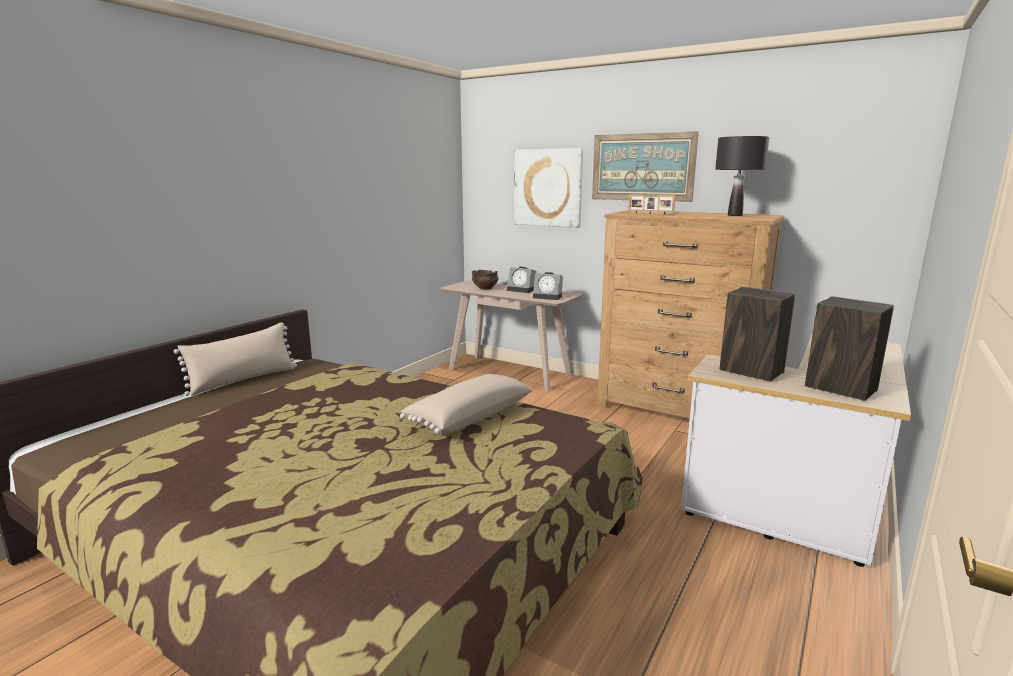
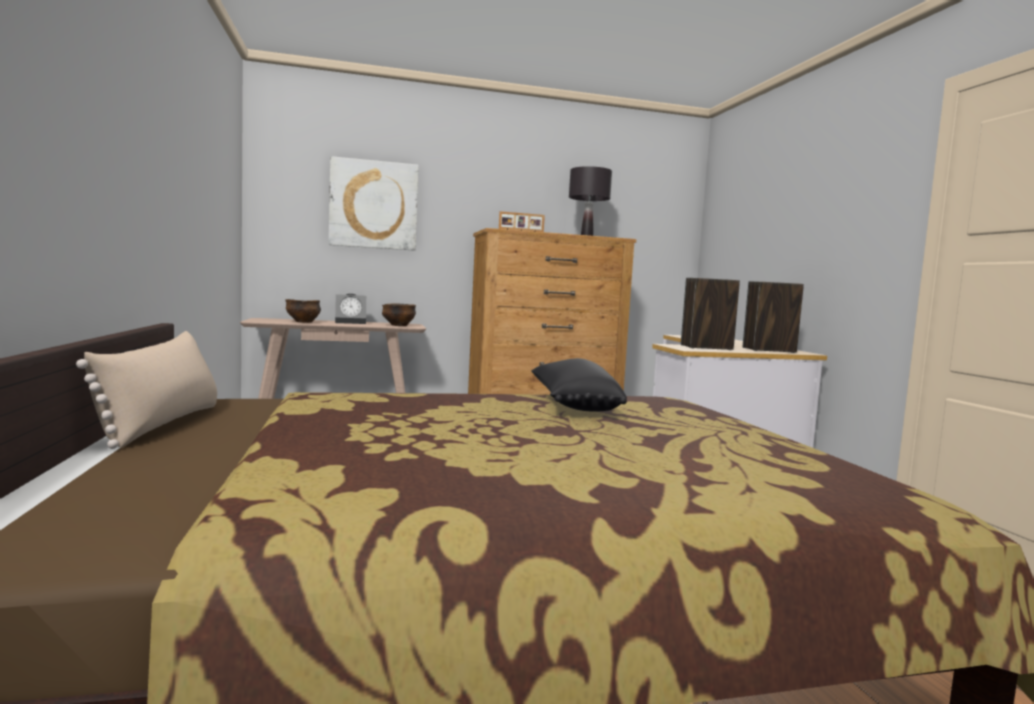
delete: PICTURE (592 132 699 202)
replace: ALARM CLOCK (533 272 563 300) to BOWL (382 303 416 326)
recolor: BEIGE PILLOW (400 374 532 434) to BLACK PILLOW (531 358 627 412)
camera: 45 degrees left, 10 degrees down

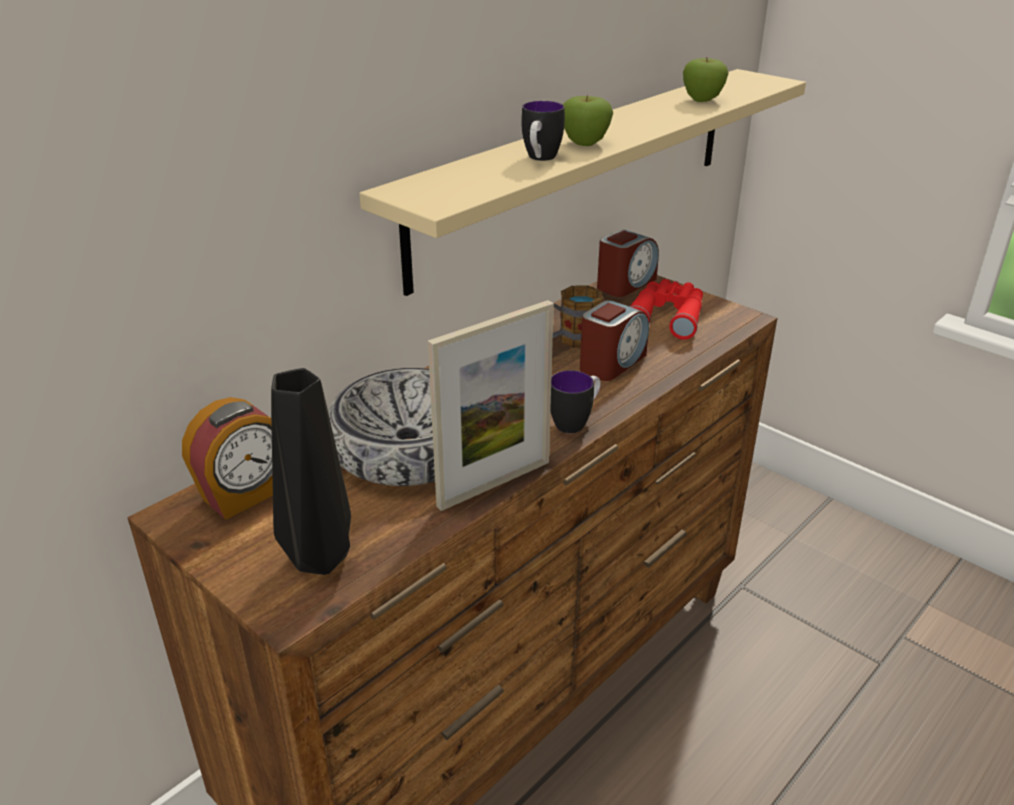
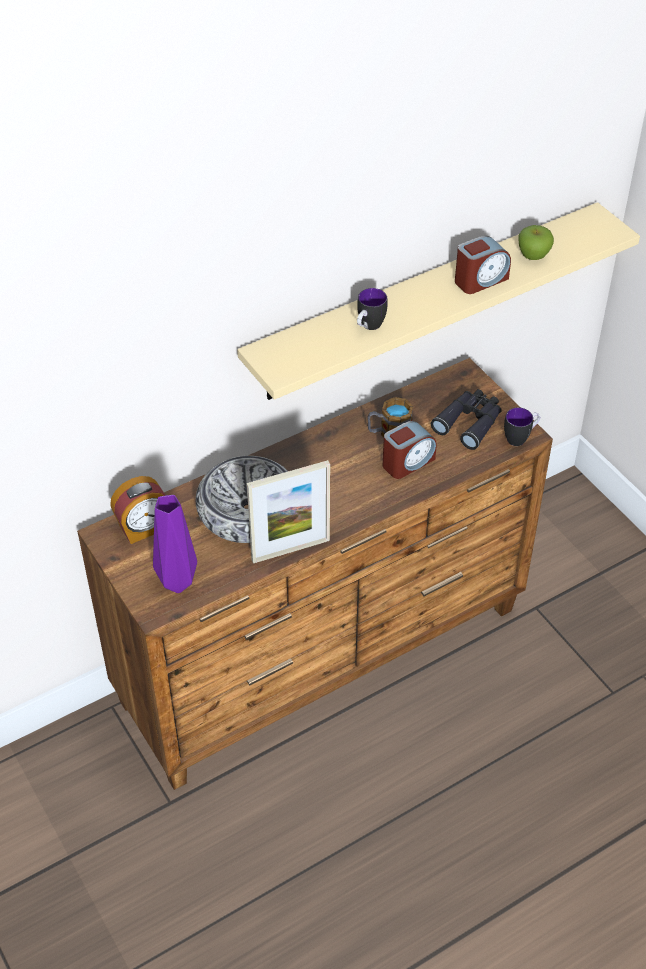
delete: APPLE (563 95 613 146)
move: MUG (550 370 601 433) to (504 408 540 446); ALARM CLOCK (597 229 659 297) to (455 236 511 294)
recolor: BLACK VASE (271 368 351 575) to PURPLE VASE (153 495 197 593); RED BINOCULARS (630 279 703 340) to BLACK BINOCULARS (431 389 502 450)
camera: 15 degrees right, 15 degrees up

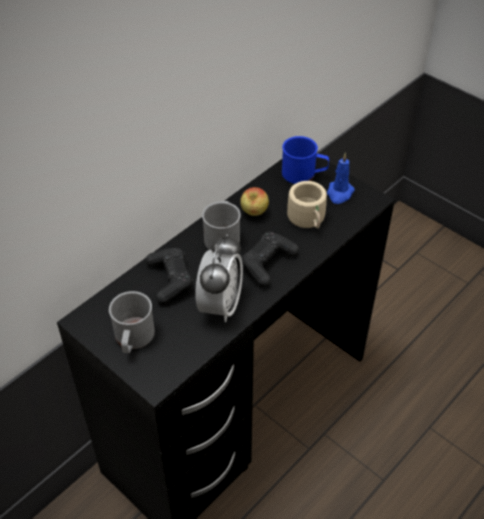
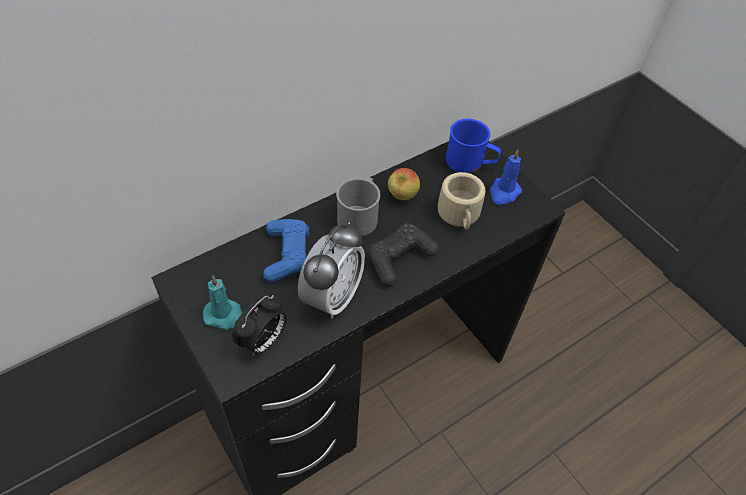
insert: ALARM CLOCK (232 293 287 356)
replace: GREY MUG (109 291 155 353) to TURQUOISE CANDLE (203 276 243 330)
recolor: BLACK GAME CONTROLLER (146 248 193 304) to BLUE GAME CONTROLLER (263 219 309 282)
camera: 10 degrees right, 5 degrees up

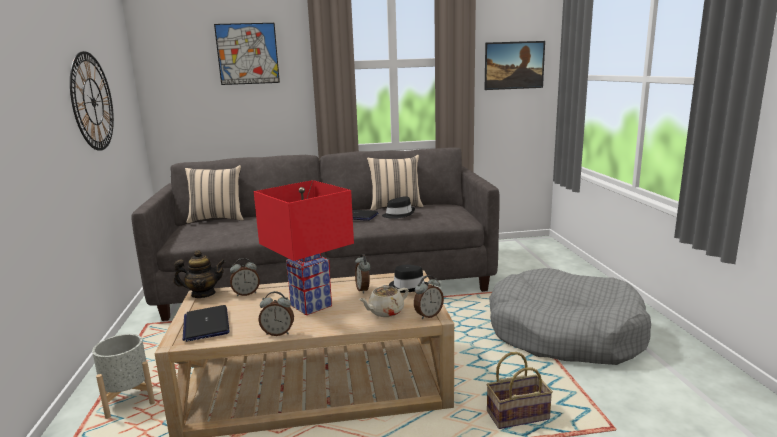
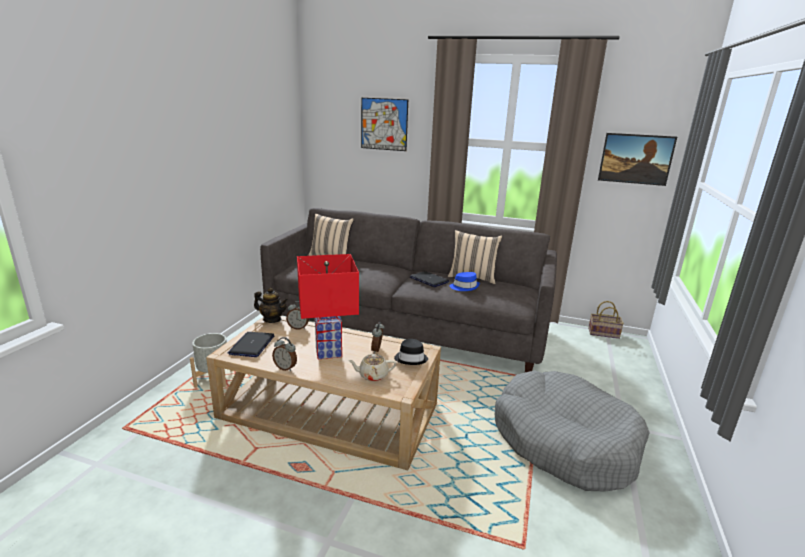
delete: WALL CLOCK (70 51 114 151); ALARM CLOCK (414 275 444 320)
move: BASKET (486 352 553 429) to (588 301 624 339)
recolor: BLACK HAT (382 196 415 219) to BLUE HAT (450 272 480 291)
camera: 25 degrees right, 5 degrees up

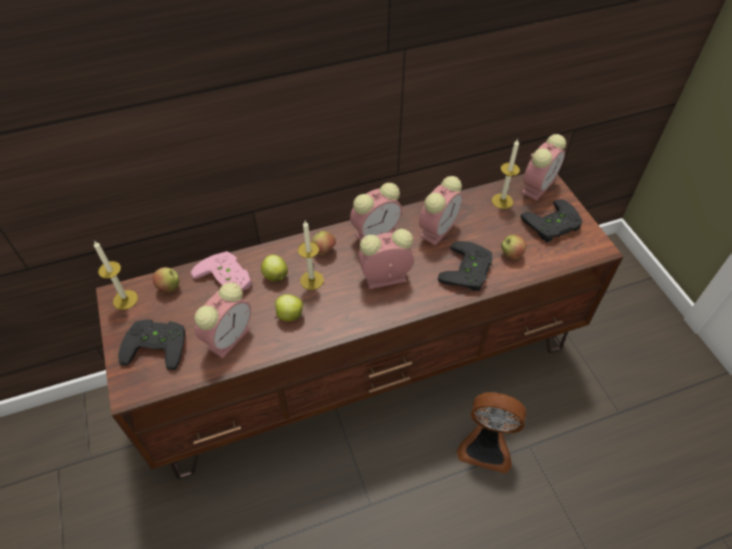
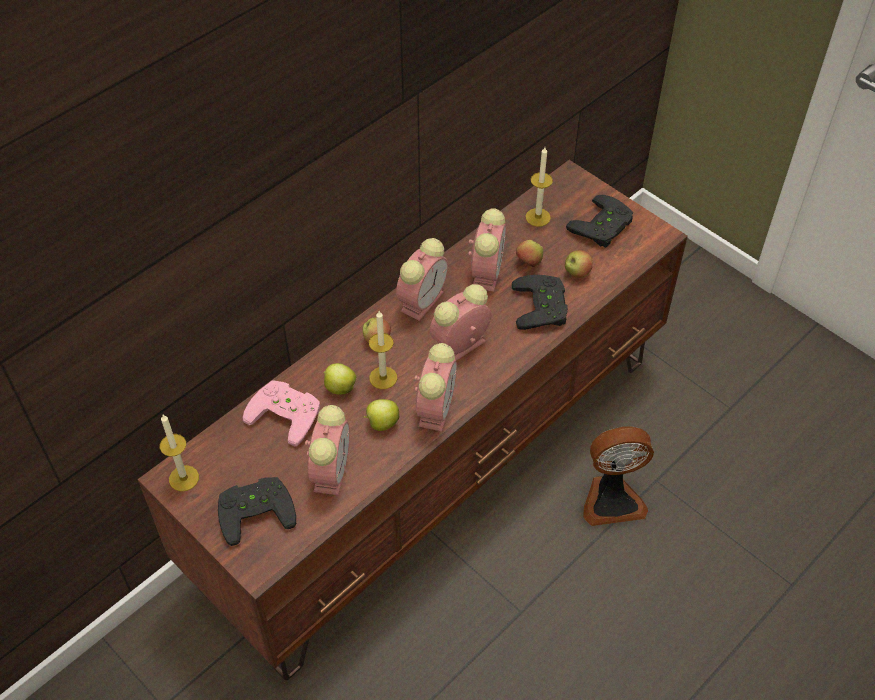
move: APPLE (153 267 179 293) to (516 240 543 267); ALARM CLOCK (521 134 566 201) to (414 343 457 431)
camera: 25 degrees left, 0 degrees up

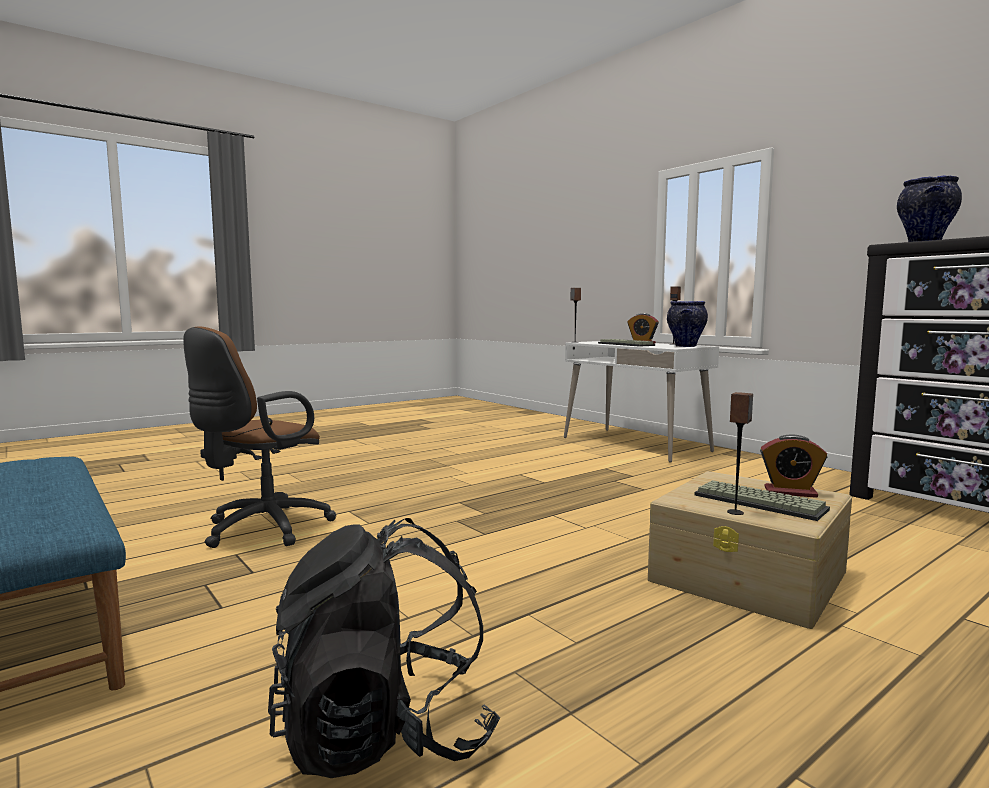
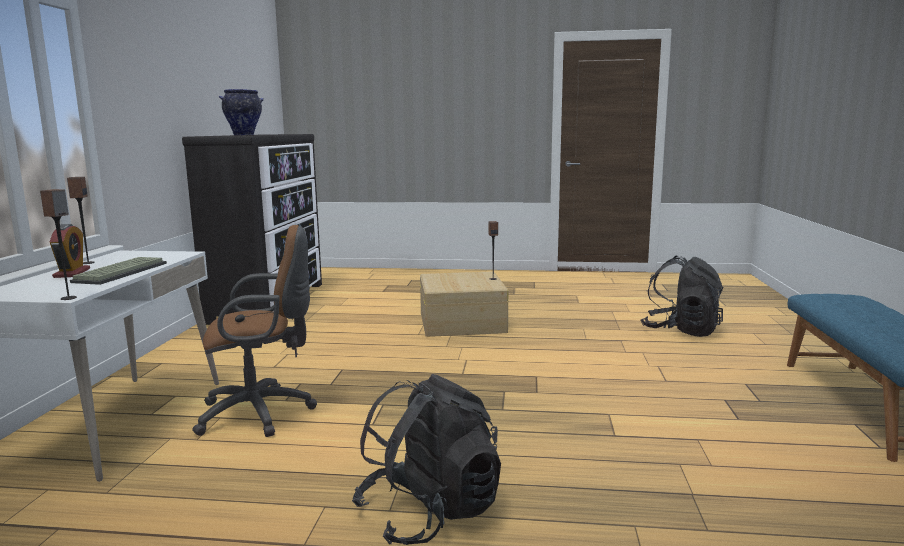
delete: VASE (667 301 708 347); KEYBOARD (694 480 830 521); ALARM CLOCK (760 434 828 498)
insert: BLACK BACKPACK (352 374 501 545)
move: BROWN OFFICE CHAIR (183 326 336 548) to (192 225 317 437)
camera: 135 degrees left, 5 degrees up

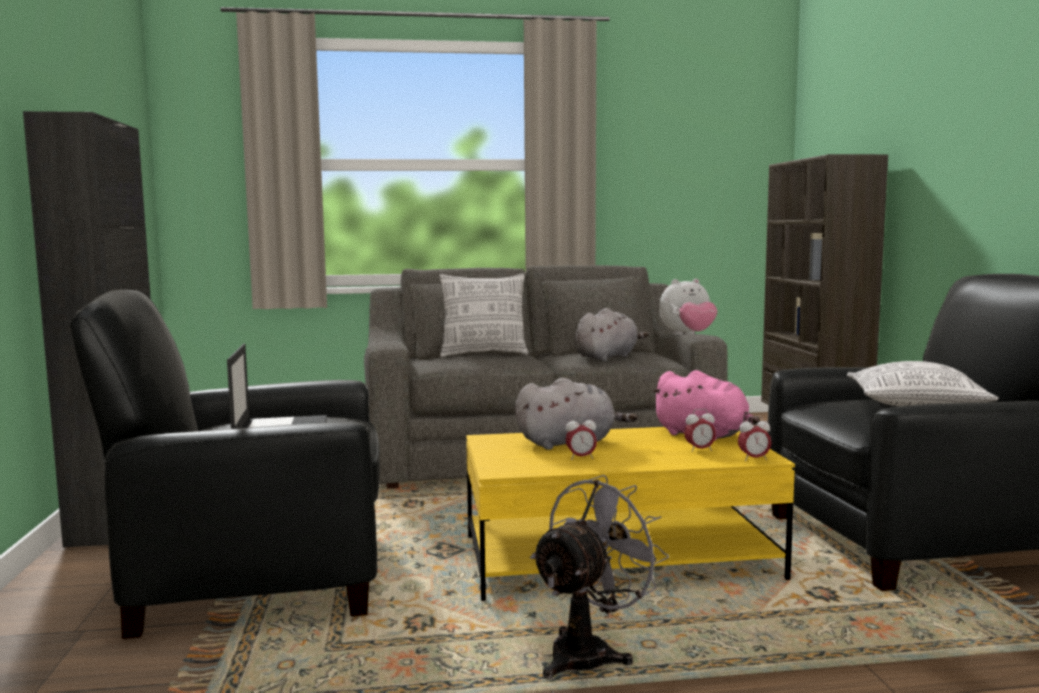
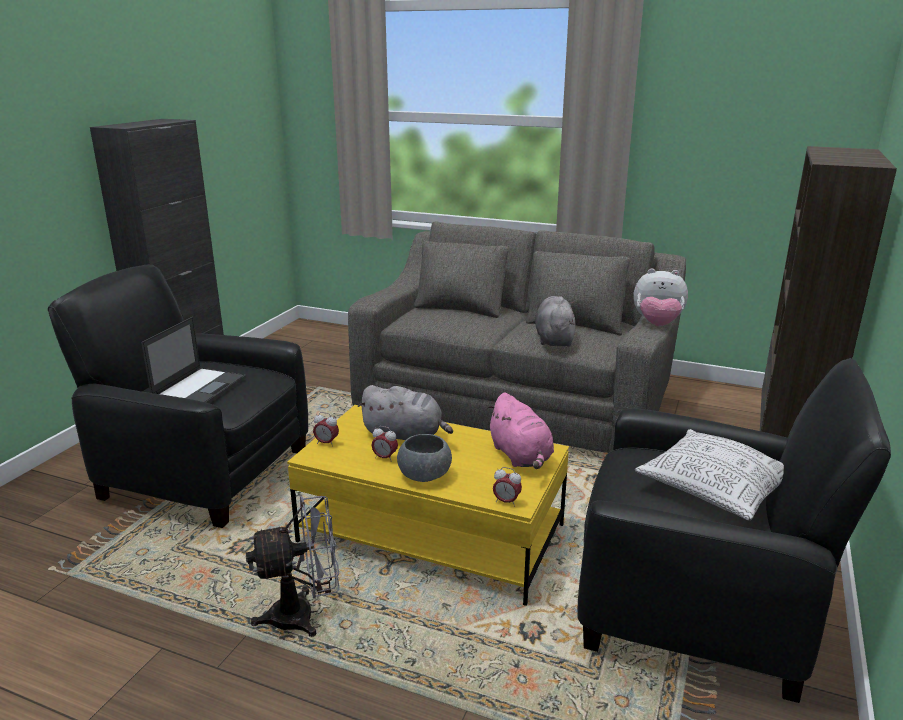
delete: PILLOW (440 273 528 357)
insert: GREY BOWL (397 434 452 482)
move: ALARM CLOCK (684 409 716 452) to (313 412 339 447)
rotate: GREY PLUSH TOY (574 308 649 361) = (535 296 575 347) 75 degrees counterclockwise
camera: 30 degrees right, 15 degrees up

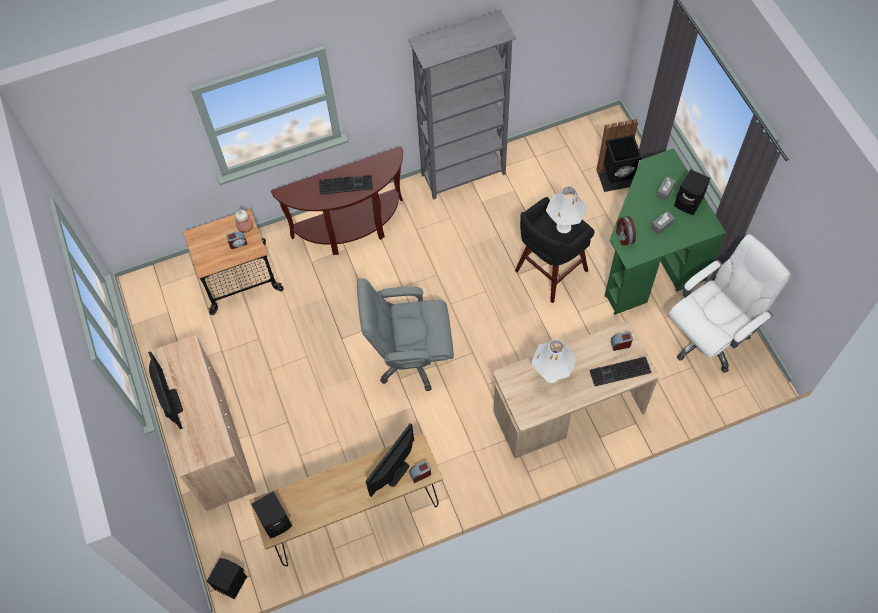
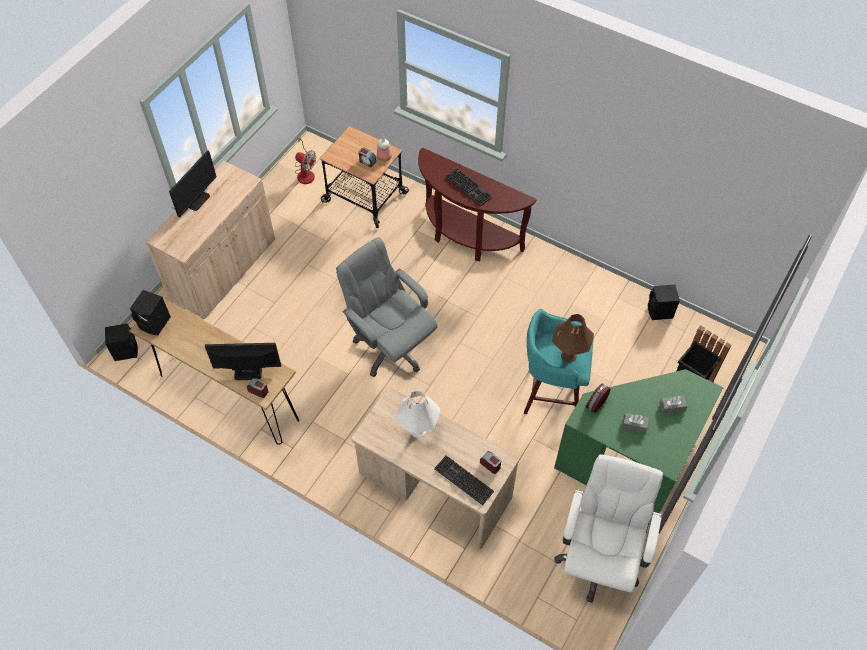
delete: GREY BOOKCASE (408 10 517 200)
insert: FAN (295 135 316 184)
move: BLACK SPEAKER (674 169 710 215) to (648 284 680 320)
recolor: BLACK STOOL (515 197 595 303) to TURQUOISE STOOL (524 309 593 414); WHITE TABLE LAMP (546 186 587 233) to BROWN TABLE LAMP (552 314 594 362)
rotate: WHITE OFFICE CHAIR (669 234 791 373) = (554 455 663 603) 90 degrees counterclockwise
camera: 50 degrees right, 5 degrees down

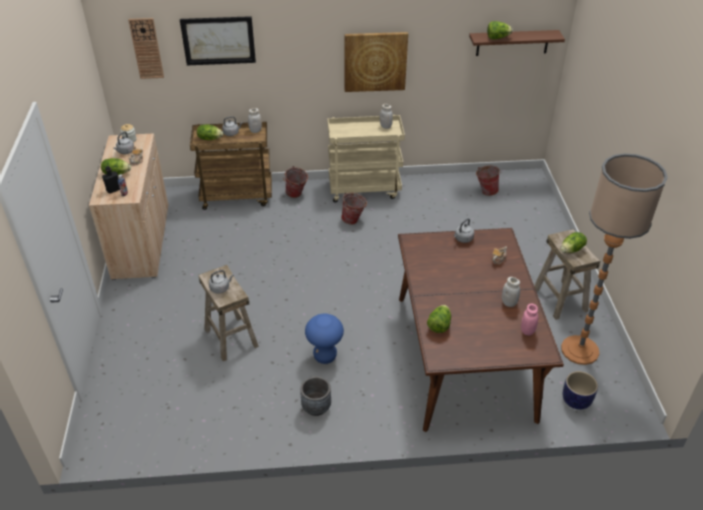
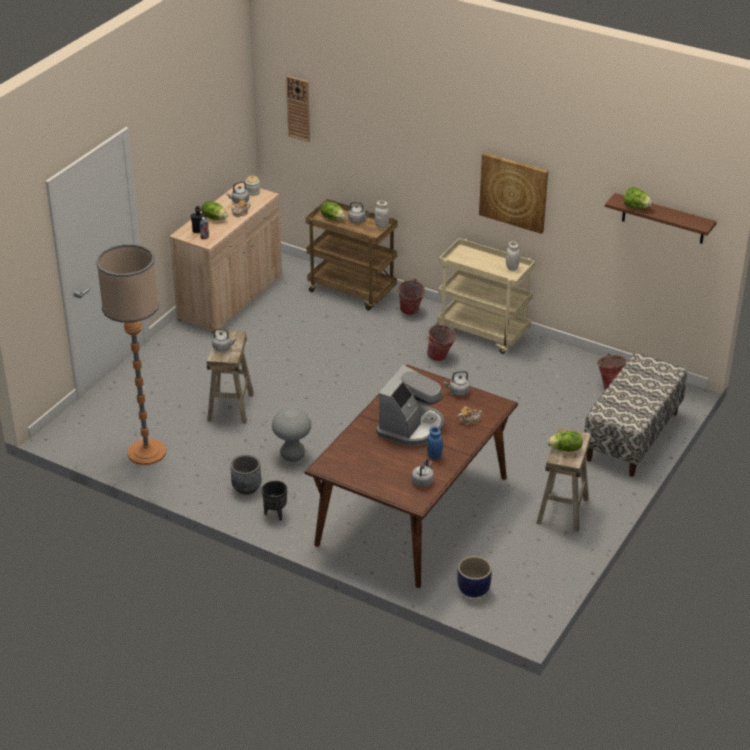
delete: PICTURE (180 16 256 65); LETTUCE (427 305 451 333)
insert: BLACK PLANTER (262 480 287 521); COFFEE MACHINE (376 365 444 446); BENCH (584 352 687 477)
move: FLOOR LAMP (561 153 668 365) to (96 244 166 465)
replace: PINK JAR (521 304 538 336) to GREY KETTLE (412 459 434 487)
recolor: BLUE STOOL (305 314 344 364) to GREY STOOL (272 408 311 462); WHITE JAR (502 277 520 307) to BLUE JAR (427 426 443 460)
camera: 35 degrees right, 5 degrees down

